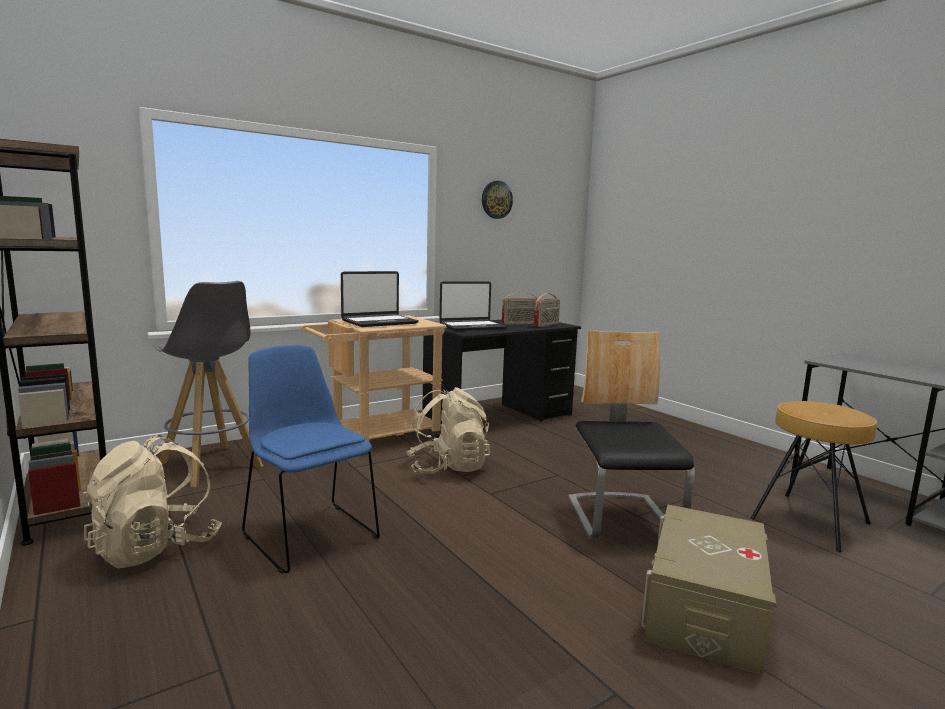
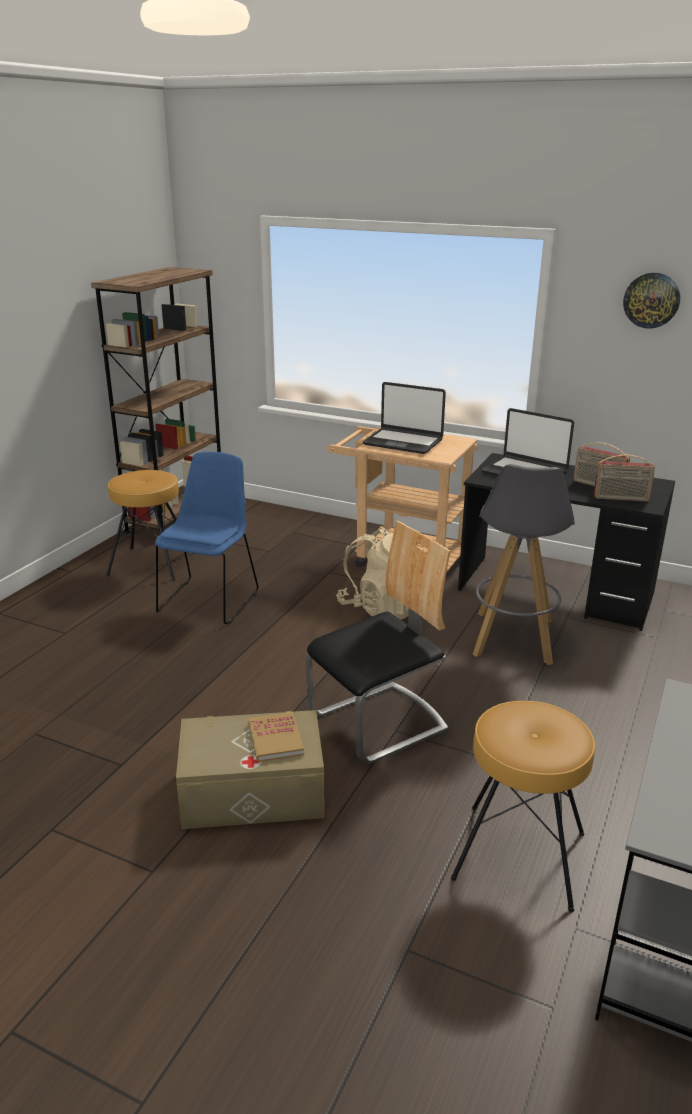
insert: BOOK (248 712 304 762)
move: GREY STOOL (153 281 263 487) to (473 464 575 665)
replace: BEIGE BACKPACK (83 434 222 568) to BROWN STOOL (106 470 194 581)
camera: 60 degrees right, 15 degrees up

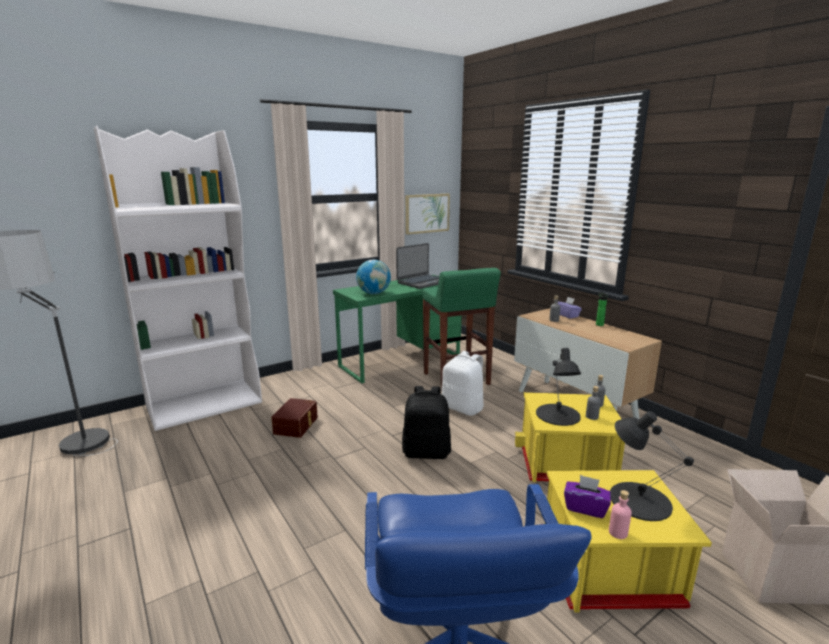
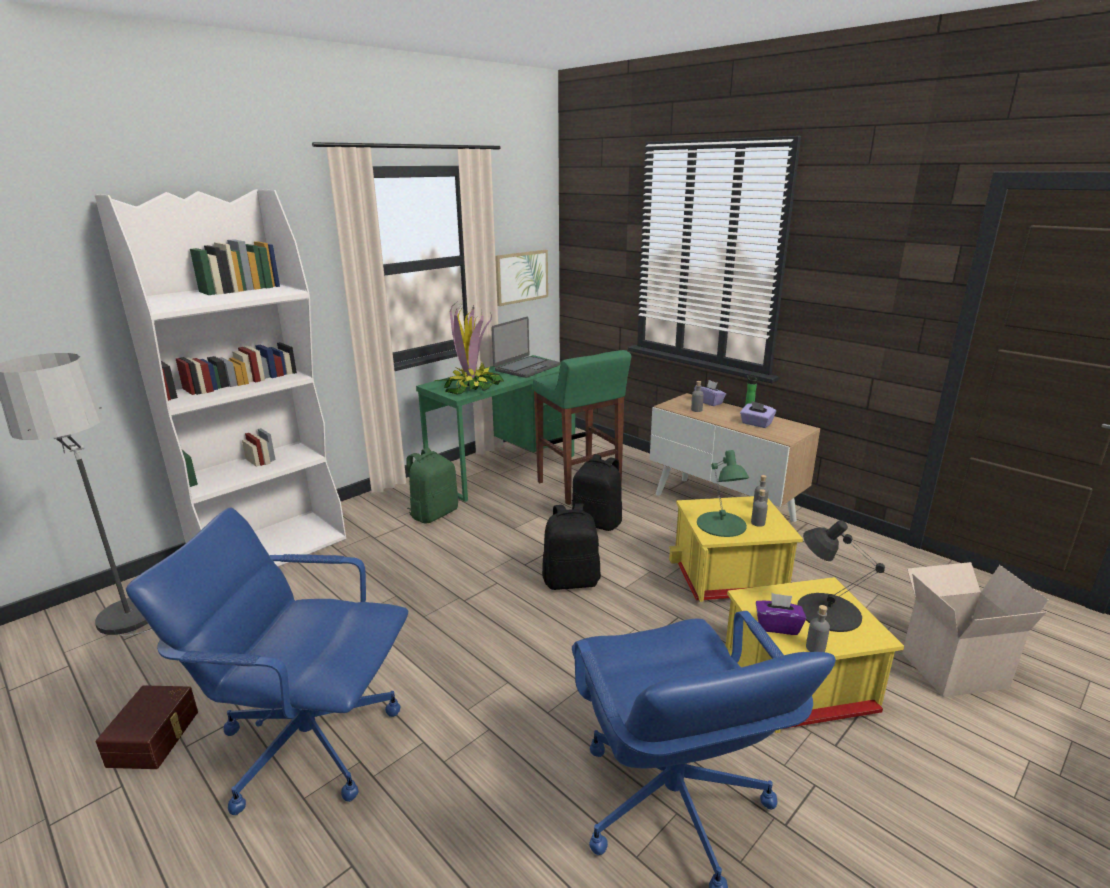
insert: BLUE OFFICE CHAIR (126 507 408 815); GREEN BACKPACK (406 448 458 524); PURPLE TISSUE BOX (740 401 776 428)
move: BROWN STORAGE BOX (271 398 318 438) to (96 685 198 769)
replace: GLOBE (356 260 391 294) to POTTED PLANT (434 305 504 395)
recolor: WHITE BACKPACK (441 351 484 416) to BLACK BACKPACK (572 454 622 531); BLACK TABLE LAMP (536 348 581 426) to GREEN TABLE LAMP (697 450 749 537); PINK BOTTLE (609 490 632 539) to GREY BOTTLE (806 605 830 652)
camera: 10 degrees left, 5 degrees up

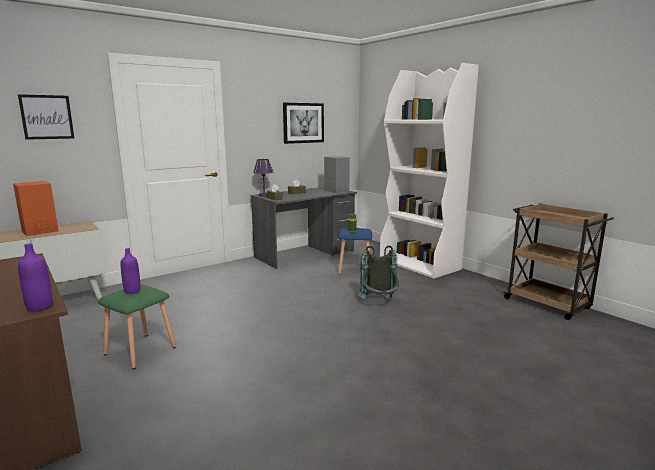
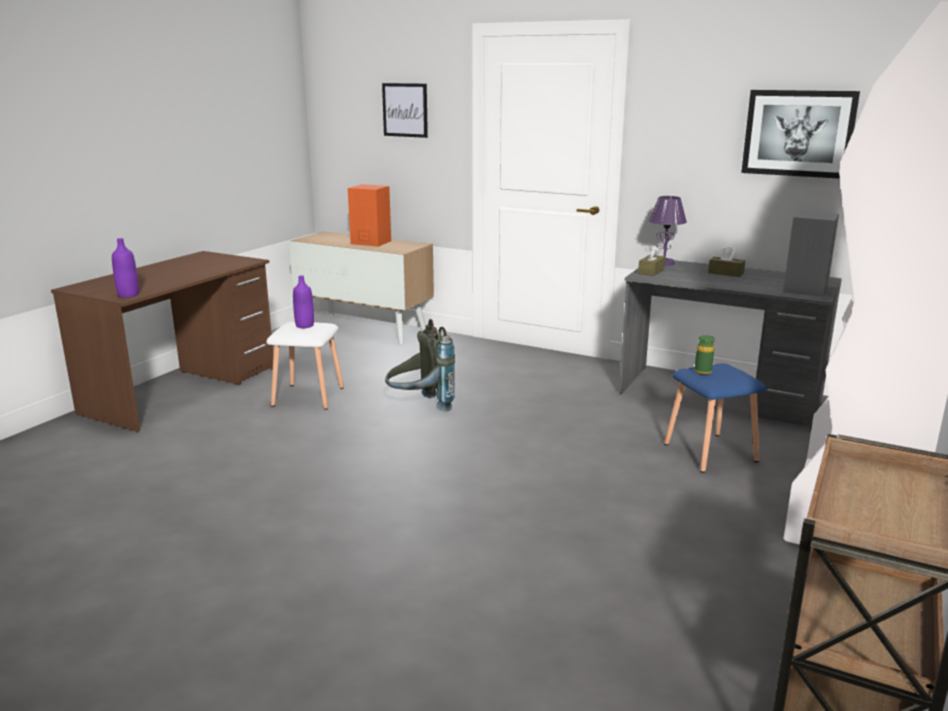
move: GREY BACKPACK (358 246 399 300) to (385 319 455 412)
recolor: GREEN STOOL (98 284 176 369) to WHITE STOOL (266 322 344 410)
camera: 65 degrees right, 5 degrees up

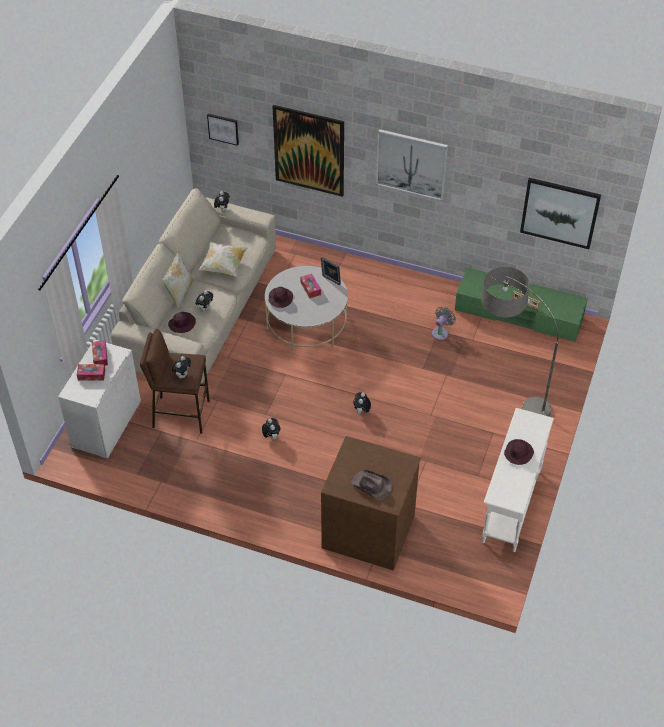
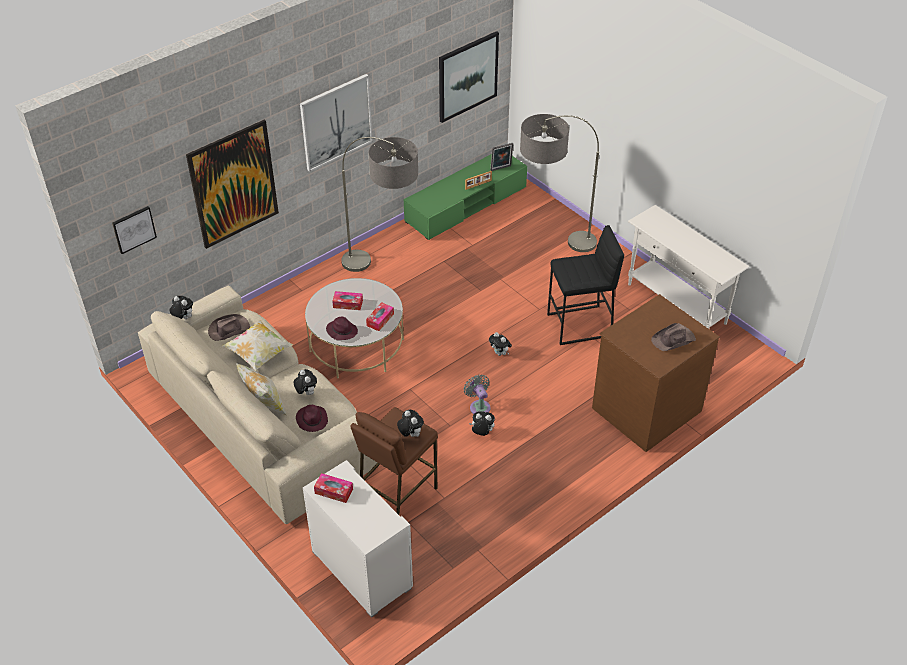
delete: PURPLE HAT (504 439 534 465)
insert: BROWN HAT (208 314 250 341); FLOOR LAMP (341 137 418 272); BLACK STOOL (547 225 624 345)
move: TISSUE BOX (77 364 105 380) to (366 302 394 331); PICTURE FRAME (321 257 341 285) to (490 143 513 171); GREY FAN (432 306 456 340) to (464 374 491 414)
camera: 60 degrees left, 5 degrees down

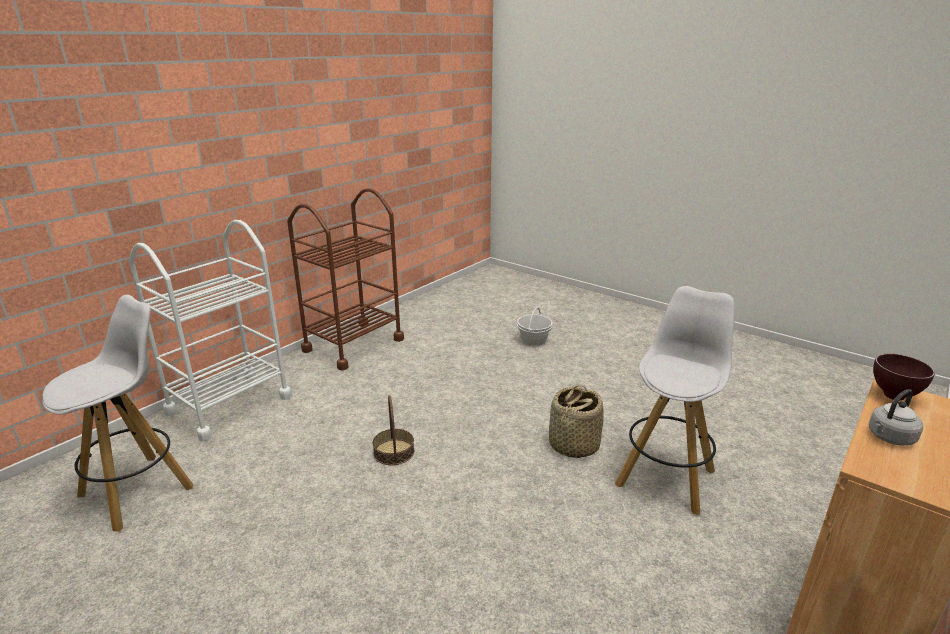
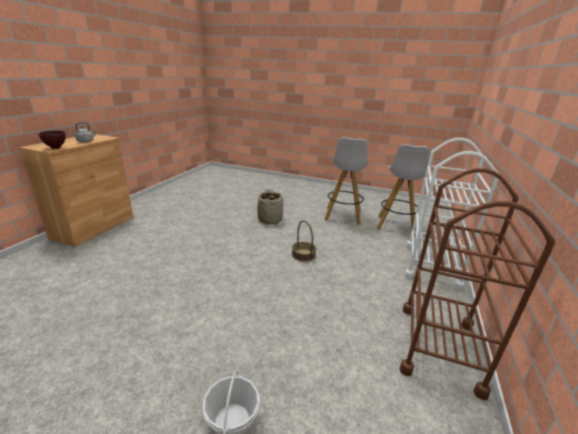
move: BASKET (549 384 604 458) to (257 190 284 225); WHITE STOOL (615 286 735 514) to (324 137 368 225)
camera: 160 degrees right, 0 degrees up

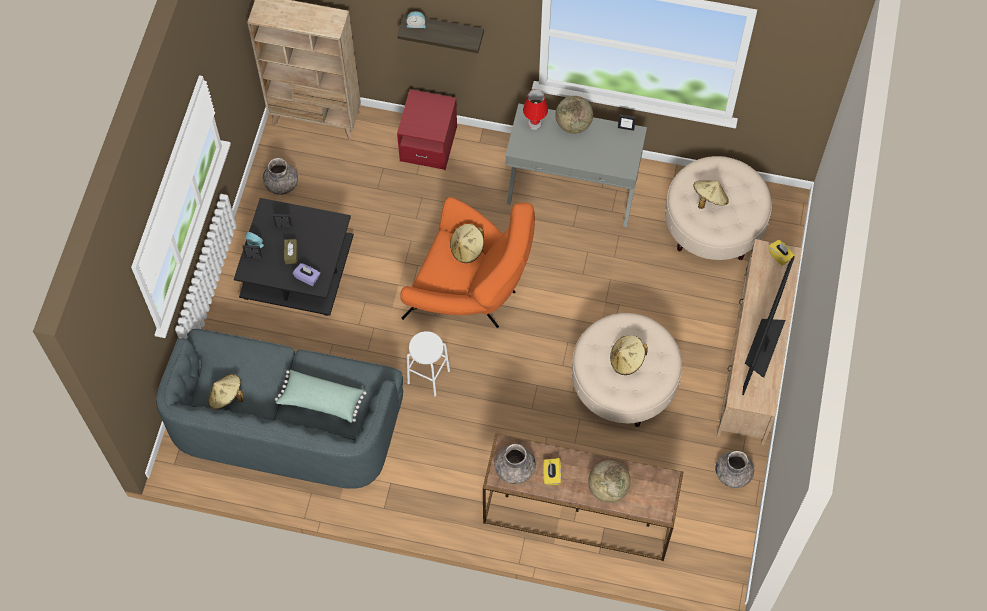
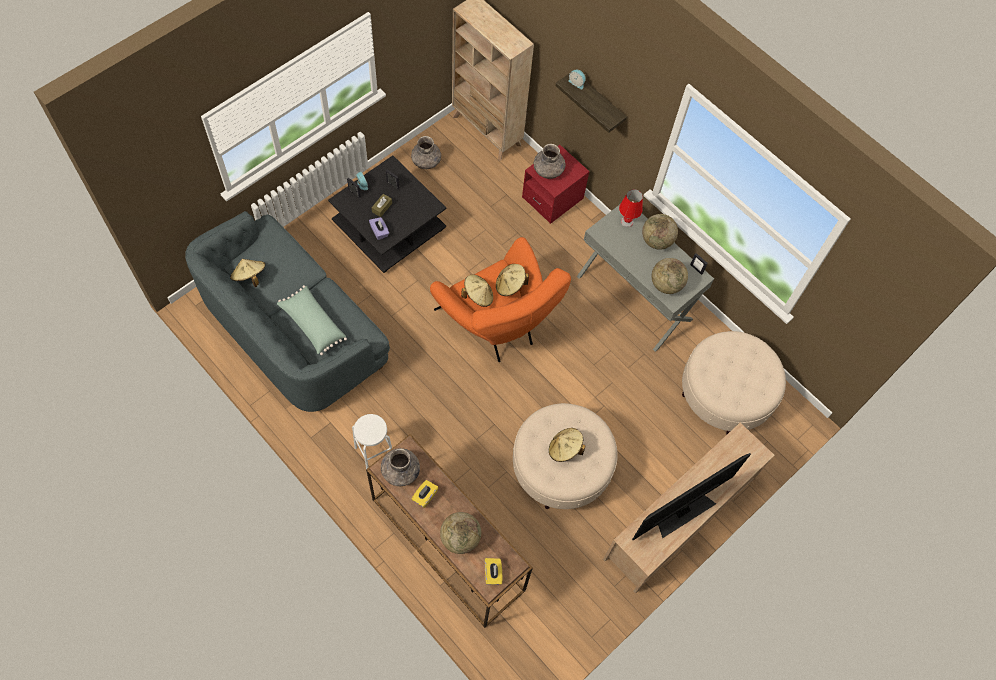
insert: GLOBE (651 258 688 294)
move: WHITE STOOL (407 331 450 397) to (352 414 392 469); BEIGE HAT (693 181 729 209) to (461 275 493 307); GREY VASE (715 451 754 488) to (534 144 566 179); YELLOW TISSUE BOX (768 240 795 266) to (485 558 502 585)
camera: 30 degrees right, 0 degrees up

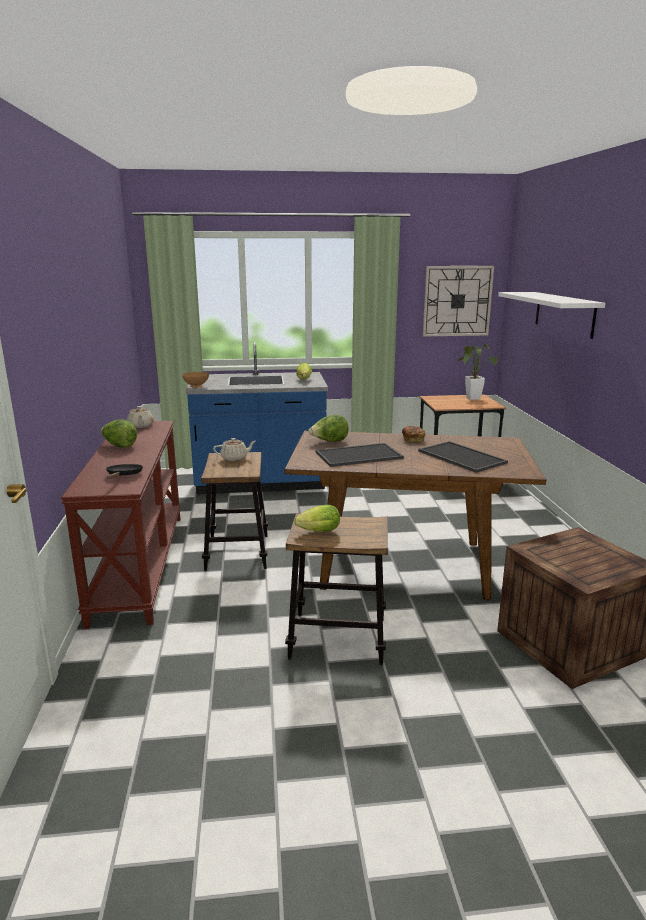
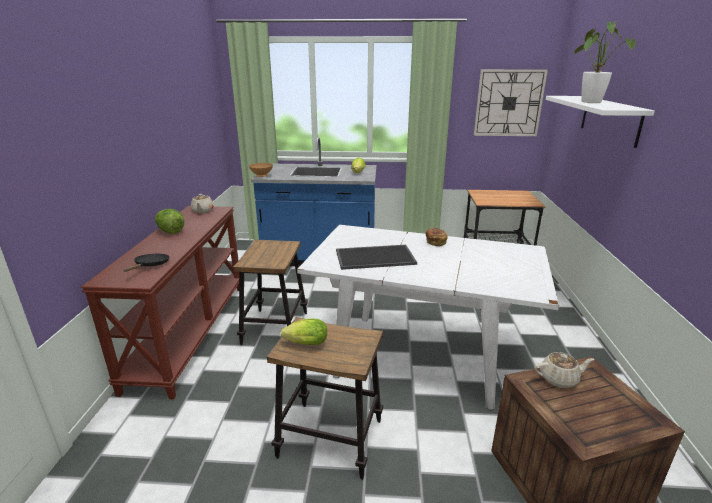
delete: LETTUCE (308 415 349 442); TRAY (418 441 508 473)
move: BEIGE TEAPOT (213 438 256 461) to (534 352 594 388); POTTED PLANT (458 342 498 400) to (574 21 636 103)
recolor: BROWN DINING TABLE (284 431 546 600) to WHITE DINING TABLE (297 225 559 410)
camera: 10 degrees right, 5 degrees up

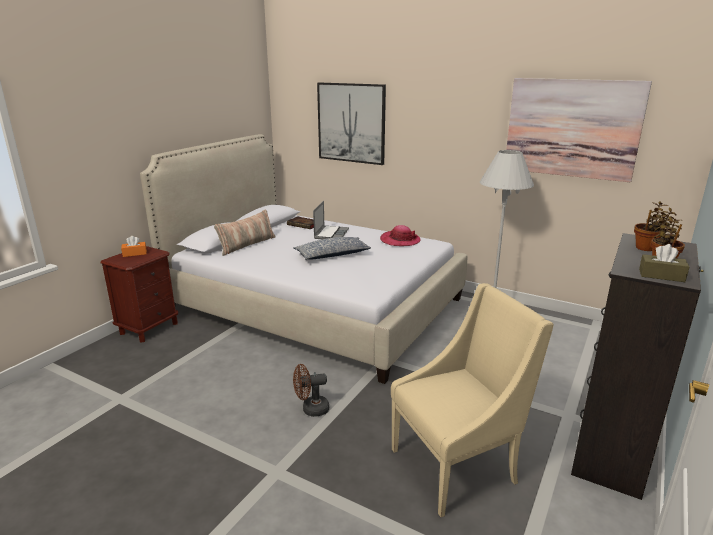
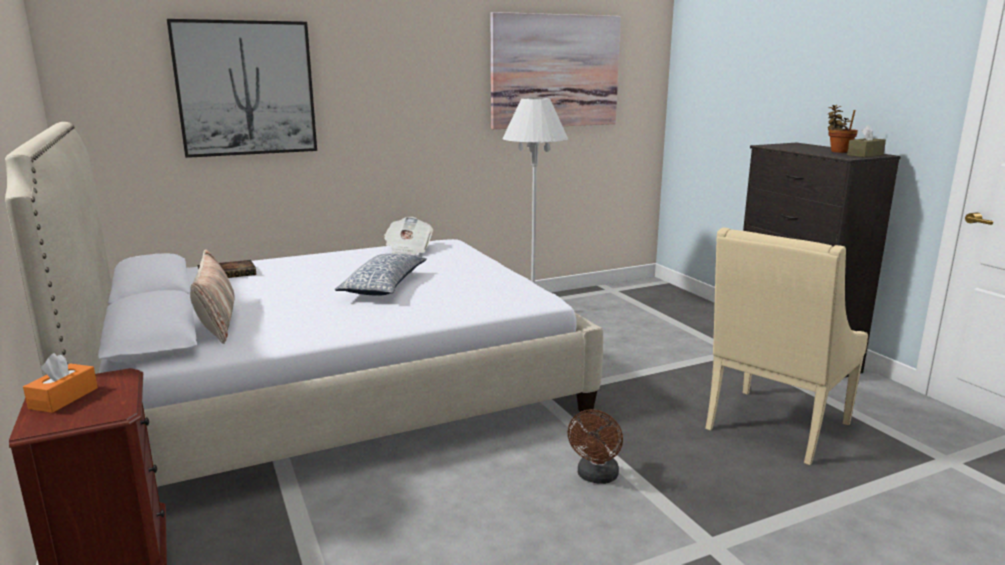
delete: LAPTOP (313 201 349 239); POTTED PLANT (634 201 677 251)
replace: HAT (380 225 421 246) to NEWSPAPER (384 217 433 255)
rotate: BEIGE ARMCHAIR (391 283 554 517) = (705 228 868 465) 150 degrees counterclockwise
camera: 55 degrees left, 5 degrees down

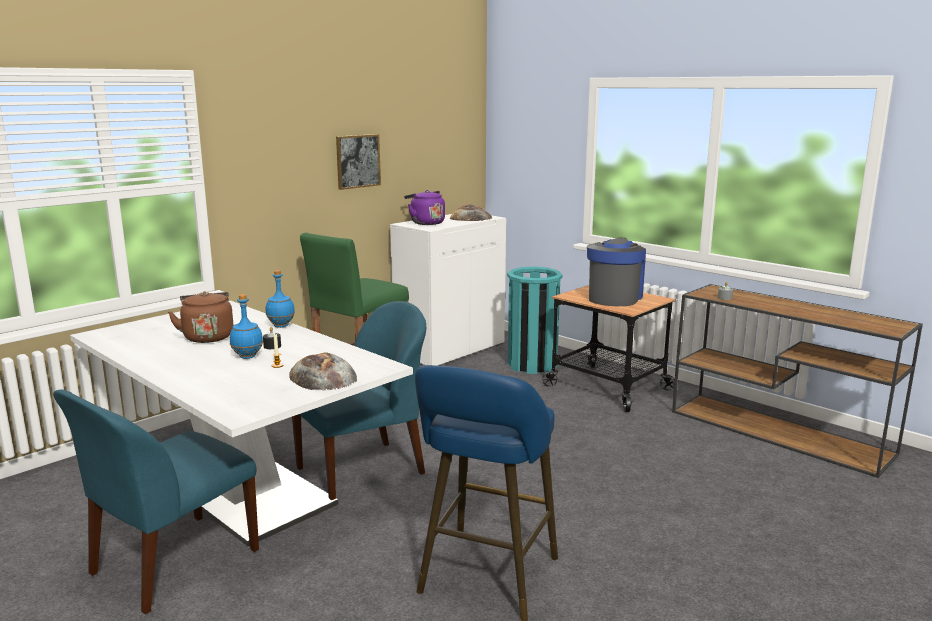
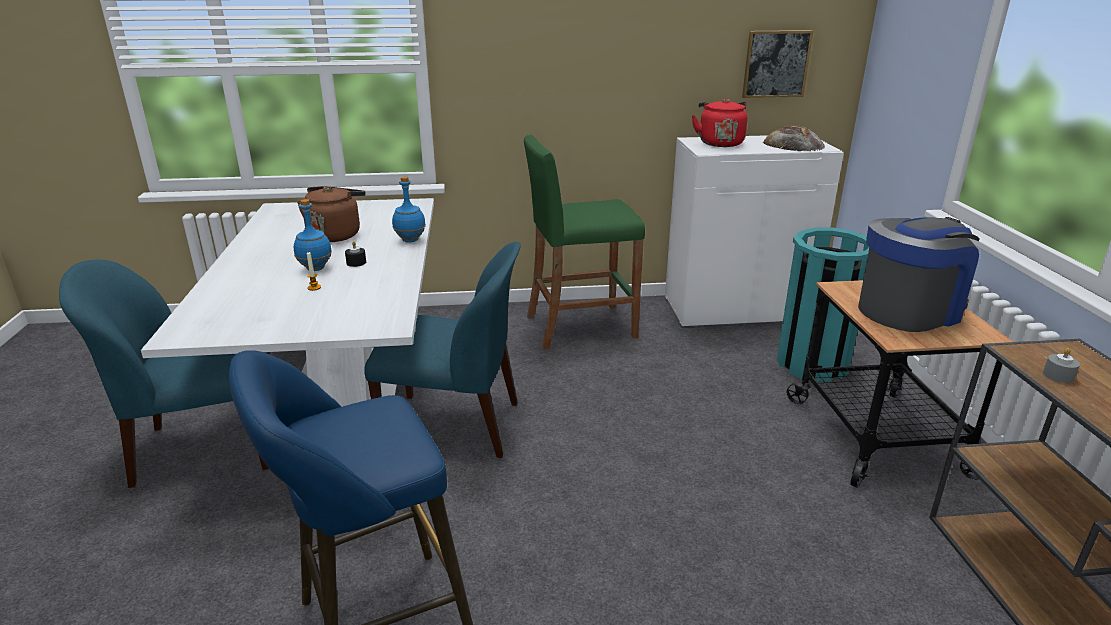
delete: BREAD (289 353 357 390)
move: PICTURE (336 134 381 190) to (742 30 813 98)
recolor: PURPLE KETTLE (404 190 445 225) to RED KETTLE (692 99 748 147)
camera: 40 degrees right, 10 degrees up

